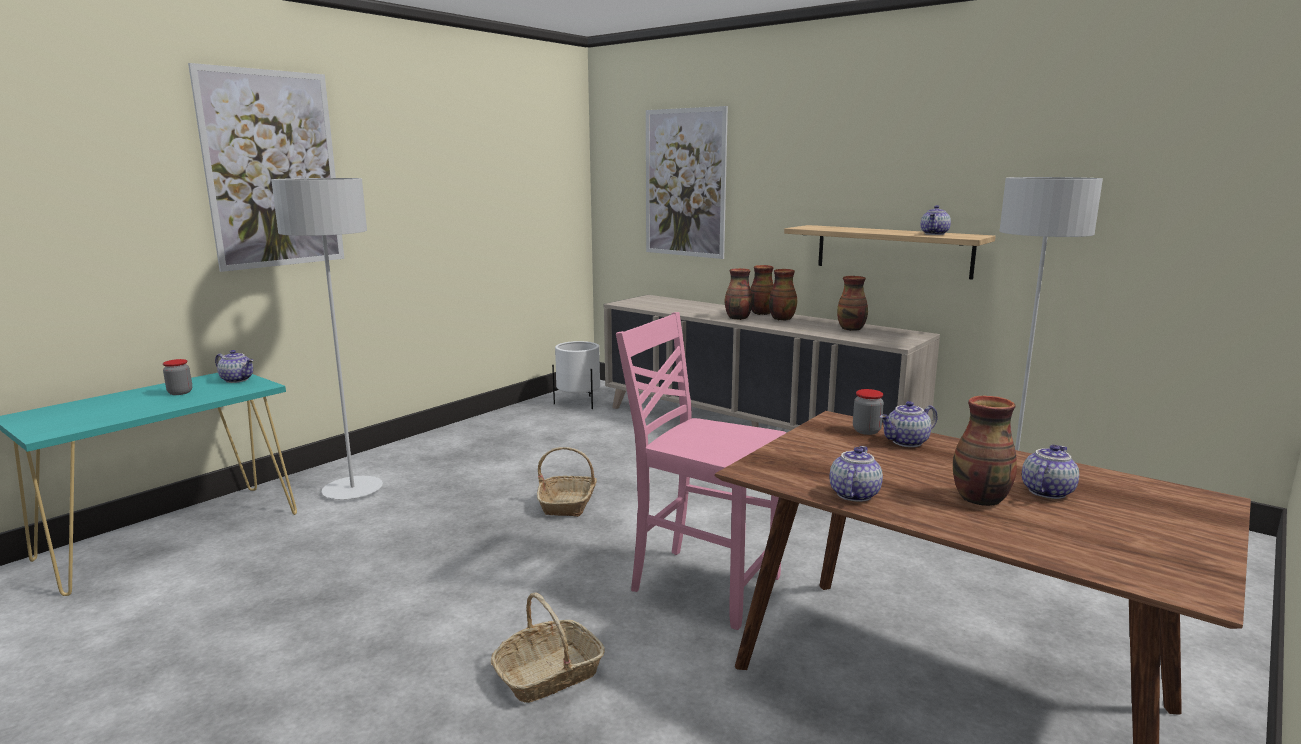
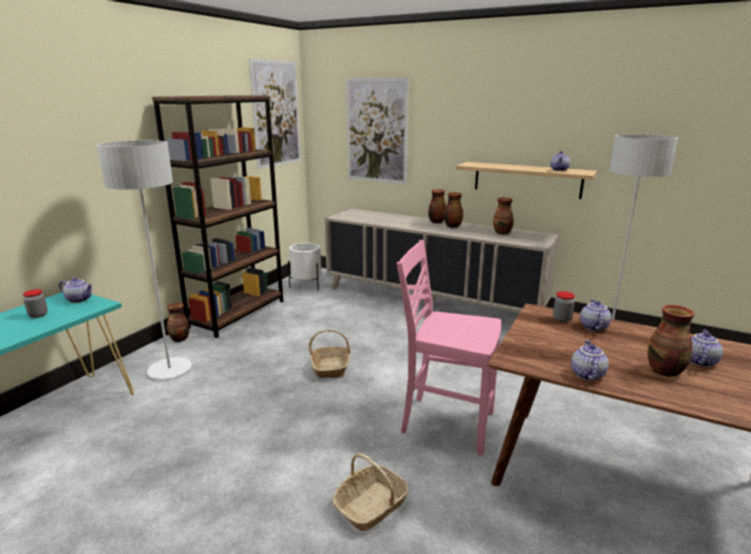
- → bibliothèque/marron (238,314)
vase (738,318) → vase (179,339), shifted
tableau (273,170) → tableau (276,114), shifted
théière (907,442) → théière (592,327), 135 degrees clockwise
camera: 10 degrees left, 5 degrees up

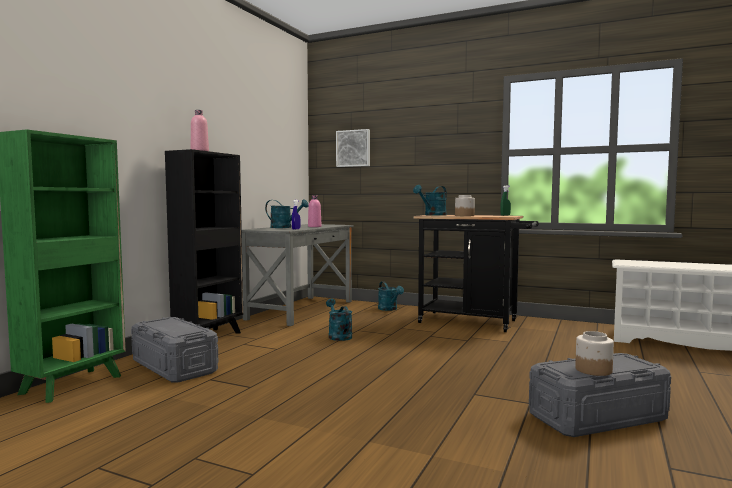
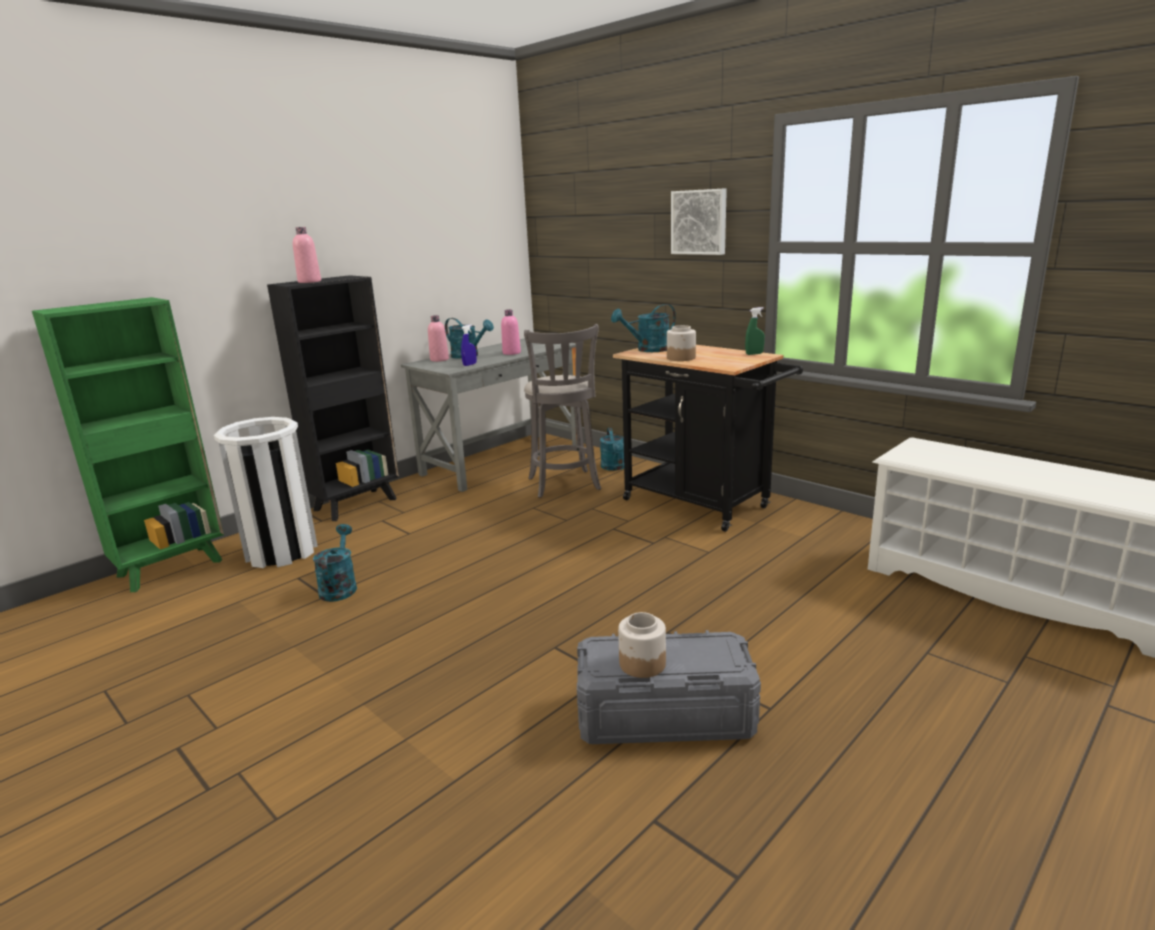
boîte de rangement/gris (174,366) → poubelle/blanc (281,551)
arrosoir/turquoise (338,336) → arrosoir/turquoise (339,587), shifted
- → bouteille/rose (439,359)
- → tabouret/gris (564,485)
tableau (353,148) → tableau (699,222), shifted
camera: 20 degrees right, 15 degrees up

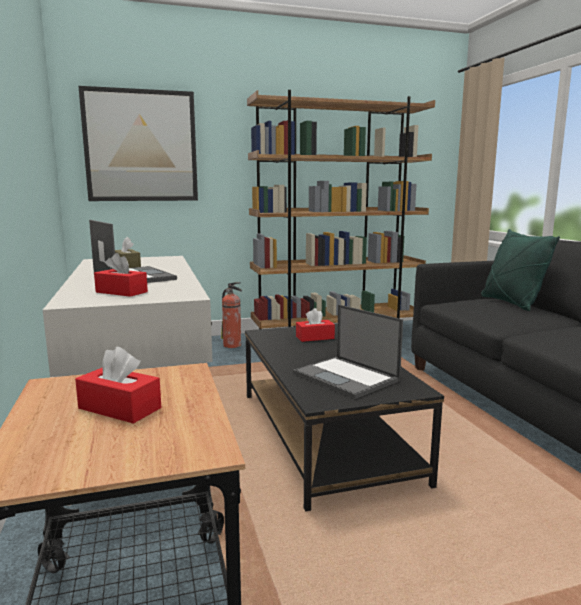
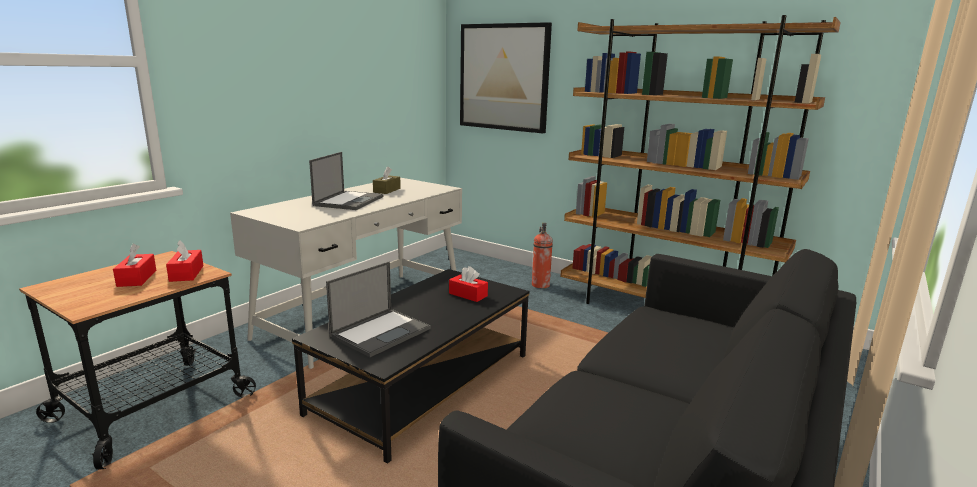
boîte à mouchoirs/rouge (121,292) → boîte à mouchoirs/rouge (186,273), shifted
ordinateur portable (347,377) → ordinateur portable (381,332), 150 degrees counterclockwise
coussin/vert (511,303) → -
camera: 50 degrees right, 5 degrees up

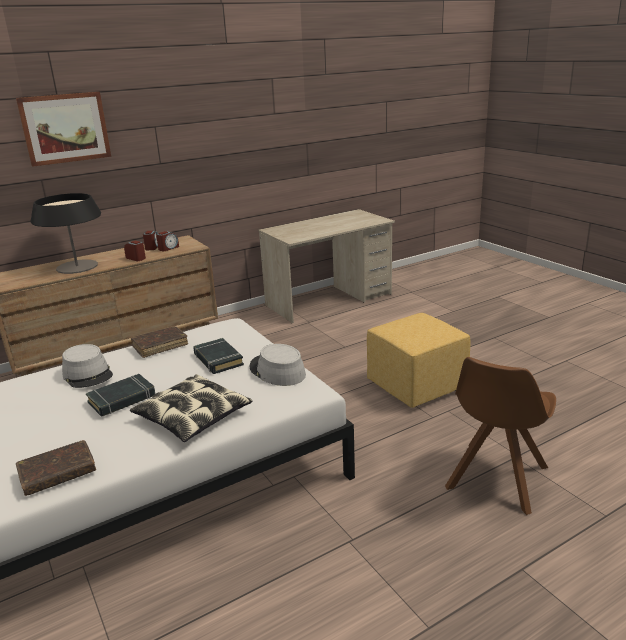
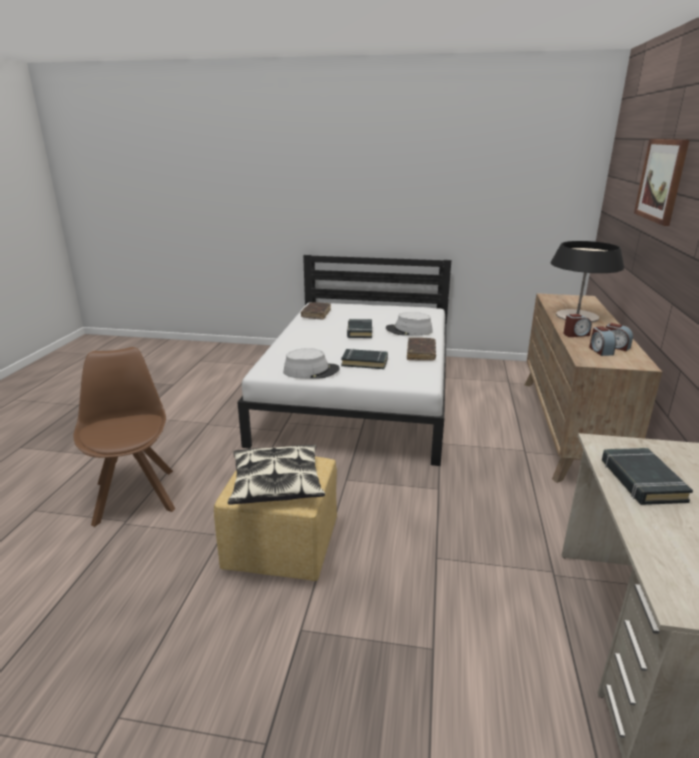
coussin (193,417) → coussin (276,484), shifted
- → livre/noir (641,480)
camera: 130 degrees right, 0 degrees up

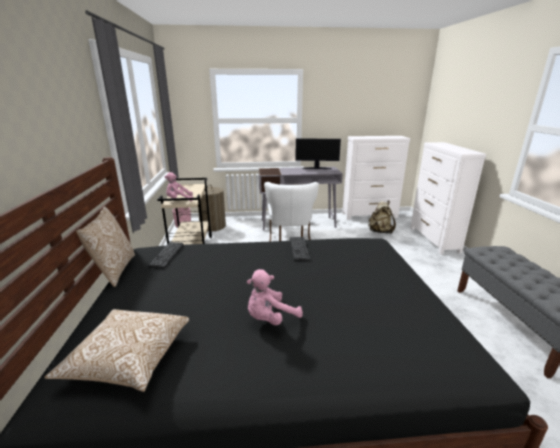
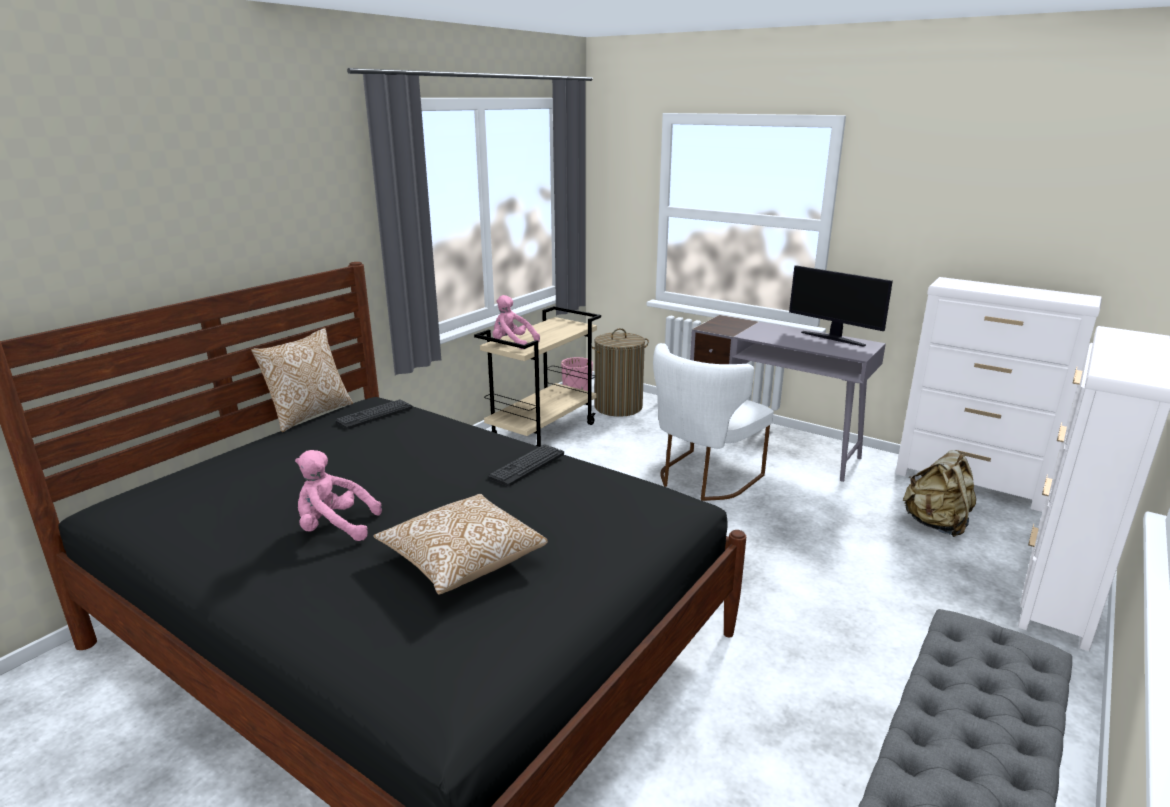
coussin (129,359) → coussin (462,560), shifted
camera: 40 degrees right, 0 degrees up

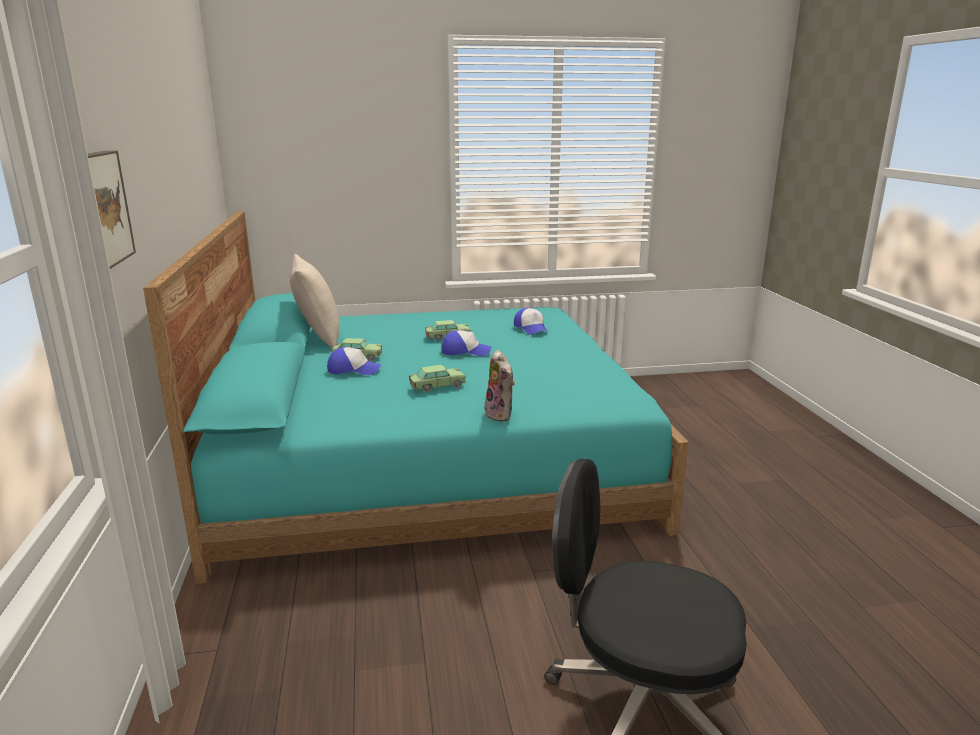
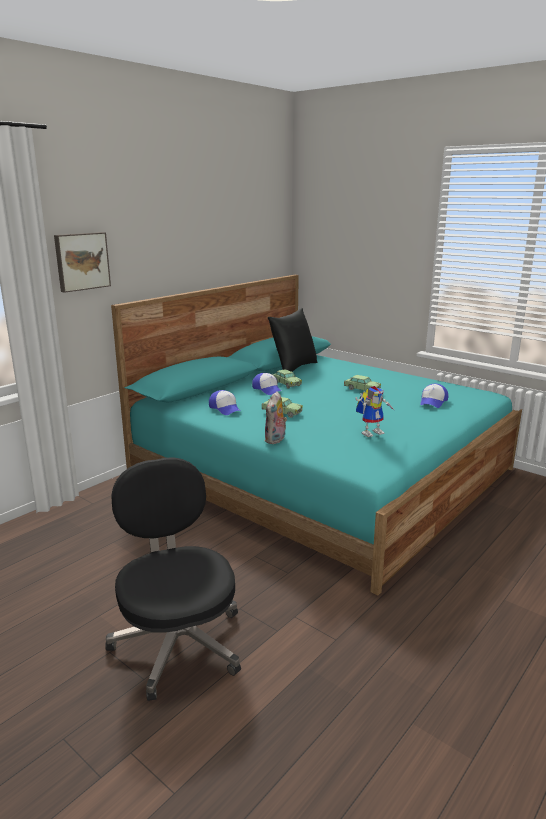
casquette (465,351) → casquette (225,409), shifted
coussin/beige (318,338) → coussin/noir (293,368)
- → robot jouet (372,432)
camera: 50 degrees right, 0 degrees up

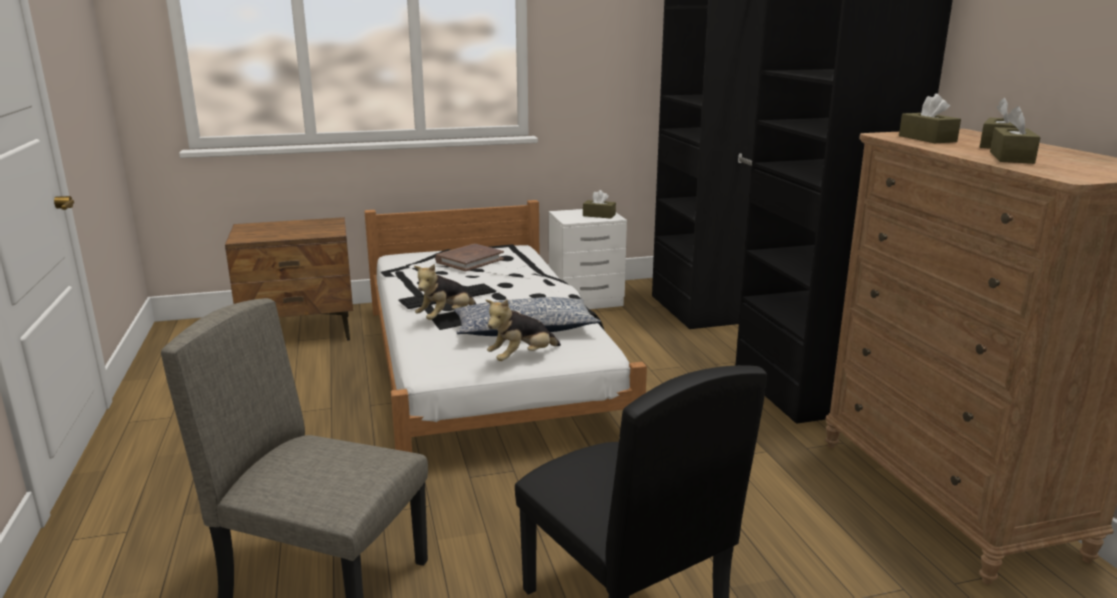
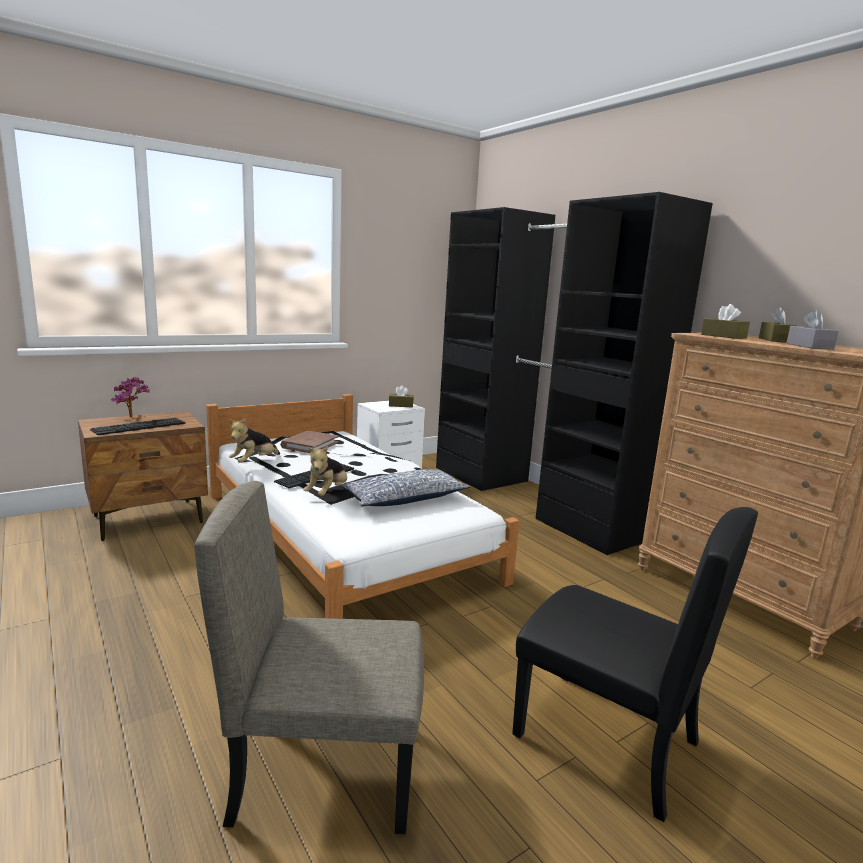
- → clavier (139,426)
- → plante en pot (133,417)
peluche (522,358) → peluche (254,462), shifted
boîte à mouchoirs/marron (1011,157) → boîte à mouchoirs/gris (809,346)
camera: 20 degrees left, 5 degrees down

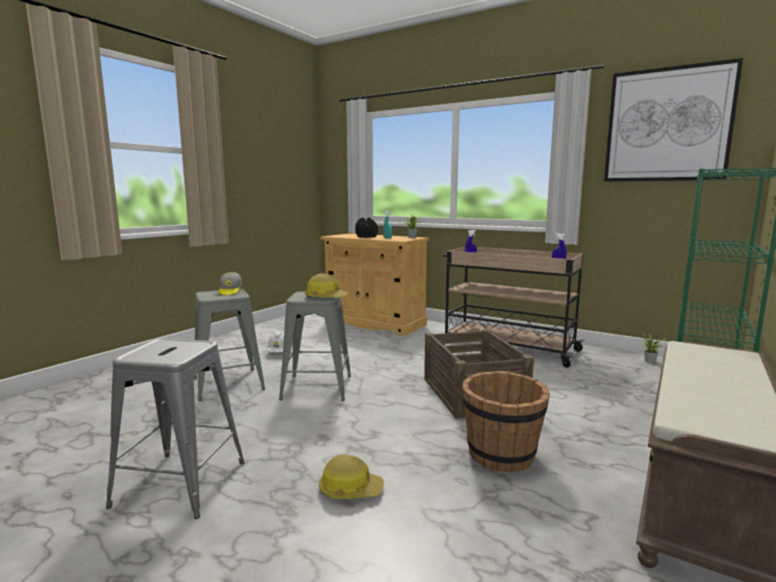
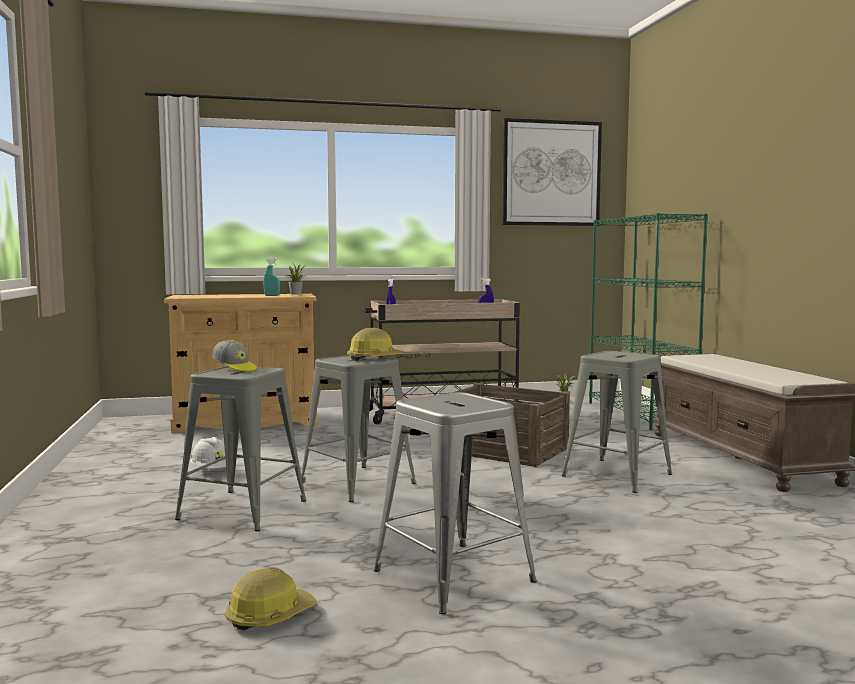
casque de chantier (350,489) → casque de chantier (269,616), shifted
seau/marron (501,455) → tabouret/gris (616,475)
haltère/noir (366,236) → -
camera: 45 degrees left, 5 degrees down

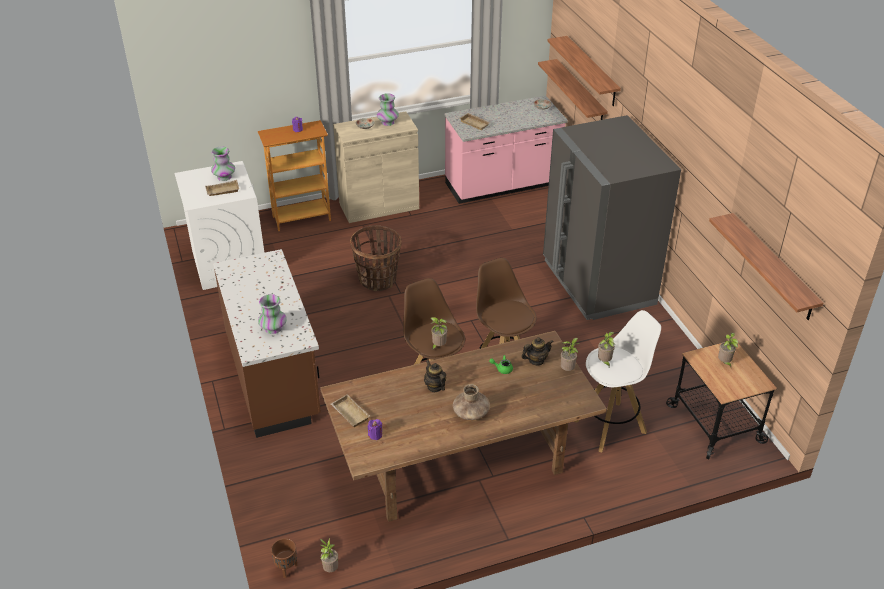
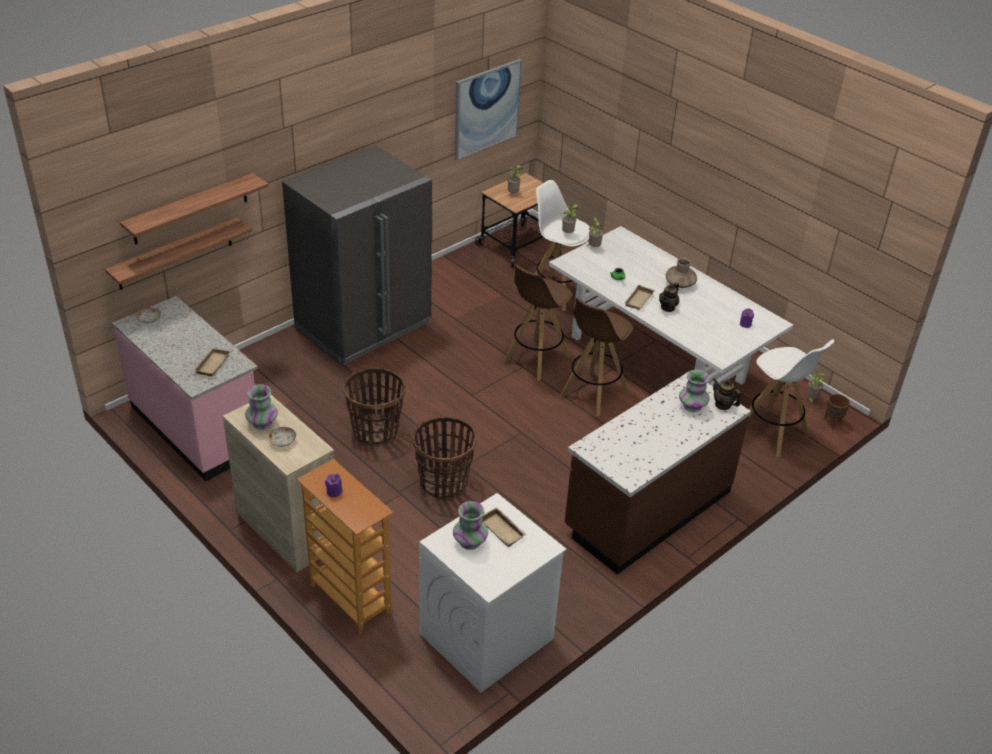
- → panier (375,431)
étagère (772,267) → tableau (486,109)
table à manger/marron (459,463) → table à manger/blanc (657,359)
plateau/beige (349,413) → plateau/beige (640,301), shifted
théière (536,360) → théière (723,405), shifted
- → tabouret/blanc (773,432)
plante en pot (438,346) → -
camera: 115 degrees left, 0 degrees up

